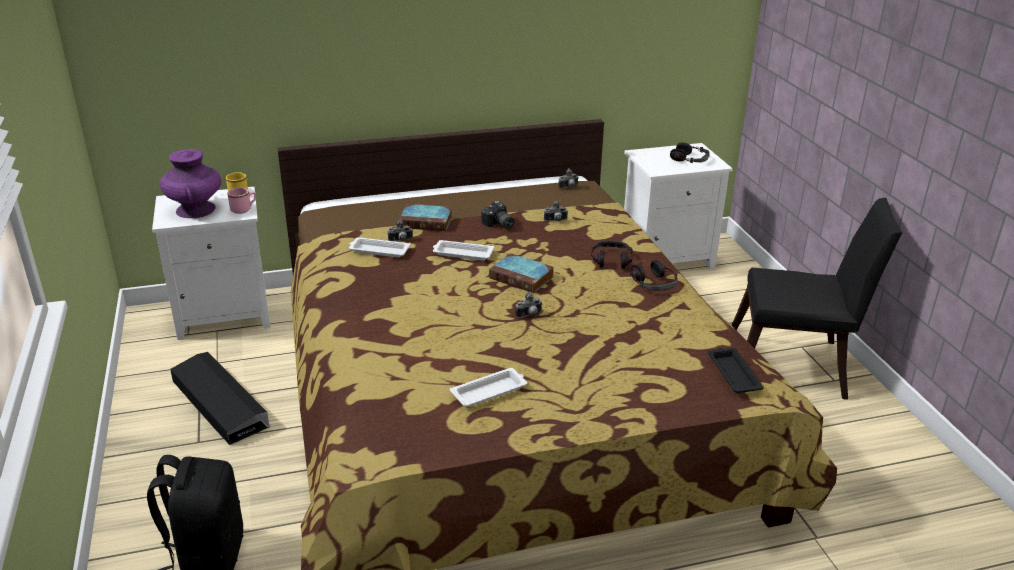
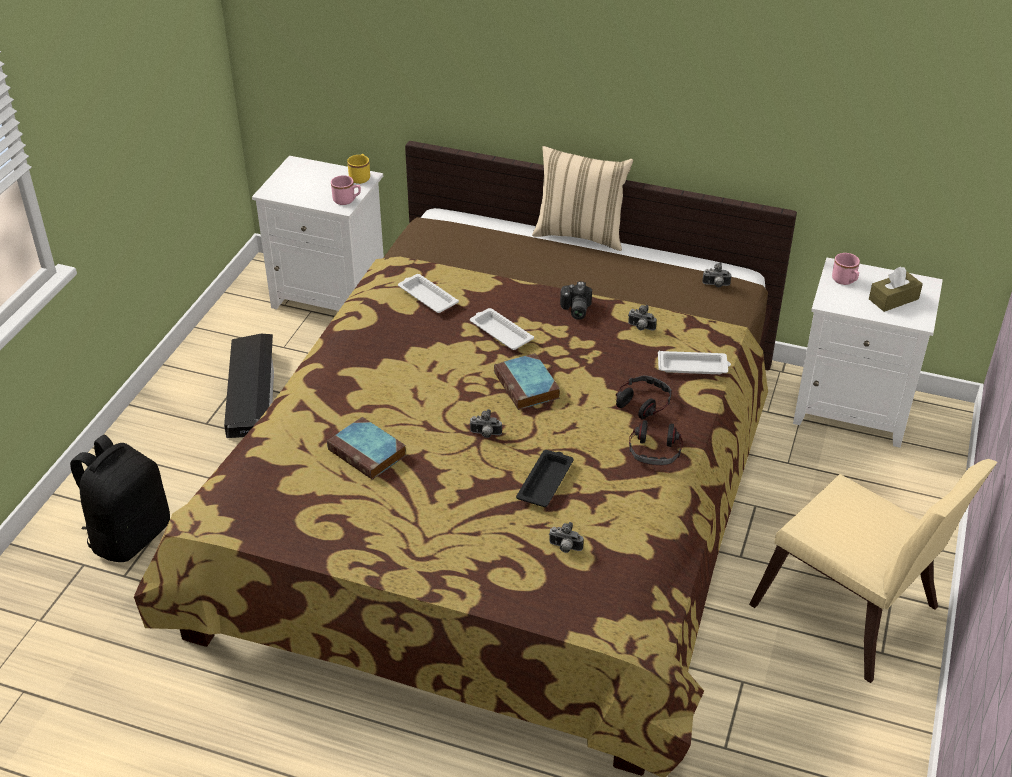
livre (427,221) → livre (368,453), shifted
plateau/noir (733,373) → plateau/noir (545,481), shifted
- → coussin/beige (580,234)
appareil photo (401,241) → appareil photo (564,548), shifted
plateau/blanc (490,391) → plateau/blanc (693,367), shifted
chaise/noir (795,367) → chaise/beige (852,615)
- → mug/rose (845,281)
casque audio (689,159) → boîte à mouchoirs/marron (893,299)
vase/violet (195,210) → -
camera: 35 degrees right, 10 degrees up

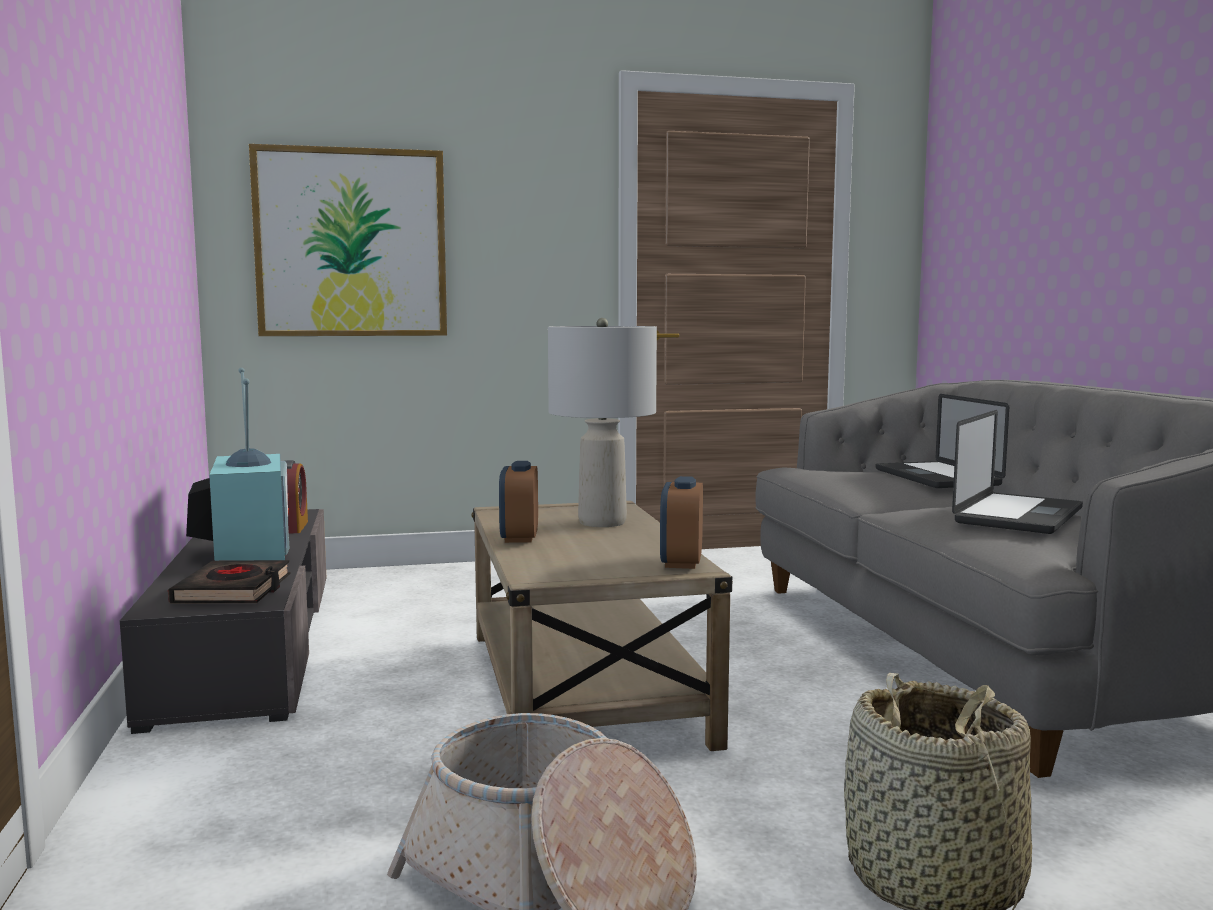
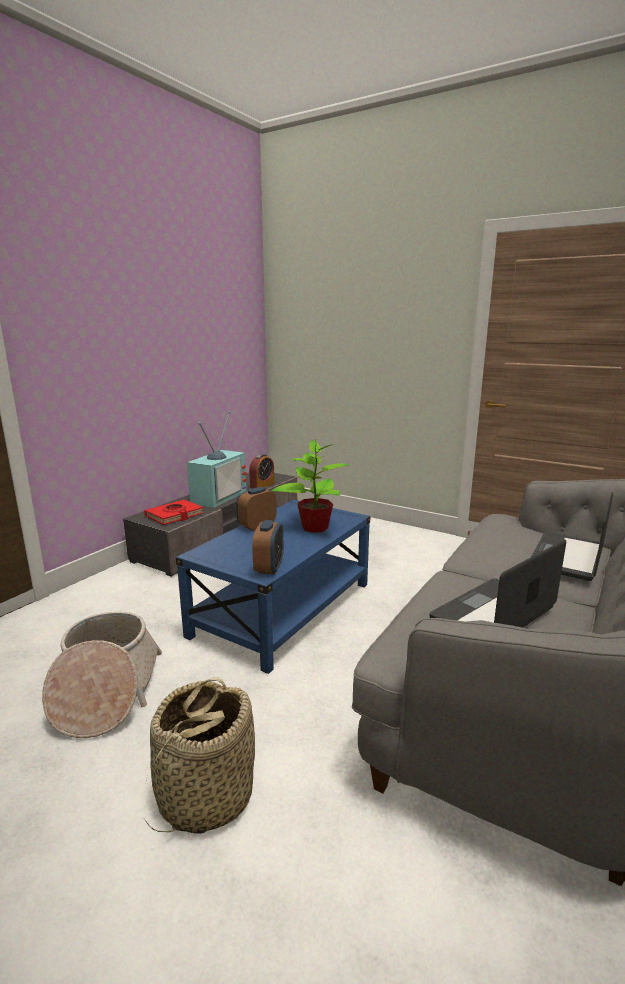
livre/noir (234,590) → livre/rouge (174,515)
table basse/beige (583,687) → table basse/bleu (283,609)
réveil (681,562) → réveil (269,568), 135 degrees clockwise
lampe de table/gris (603,522) → plante en pot (314,527)
ordinateur portable (1018,516) → ordinateur portable (493,614), 150 degrees clockwise
tableau (351,243) → -
camera: 45 degrees right, 10 degrees up

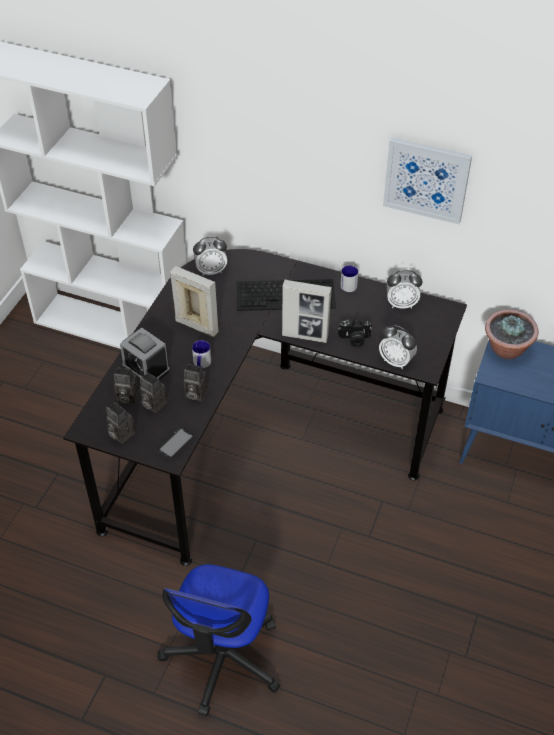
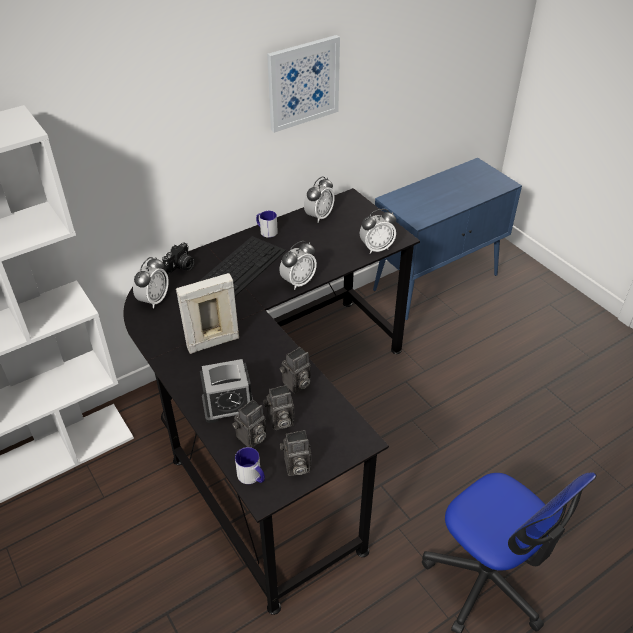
appareil photo (354,339) → appareil photo (181,267), shifted
mug (201,364) → mug (252,477), shifted
cadre photo (305,336) → réveil (298,282)
téléphone (174,443) → -
plante en pot (506,350) → -
camera: 55 degrees left, 5 degrees down

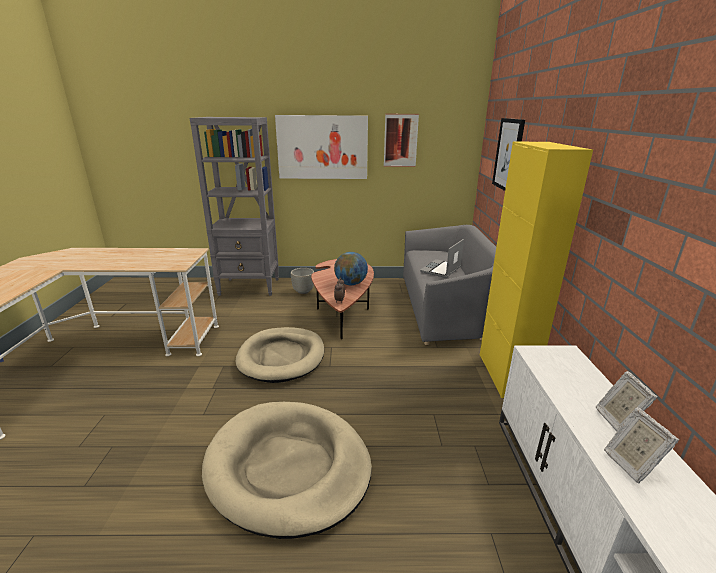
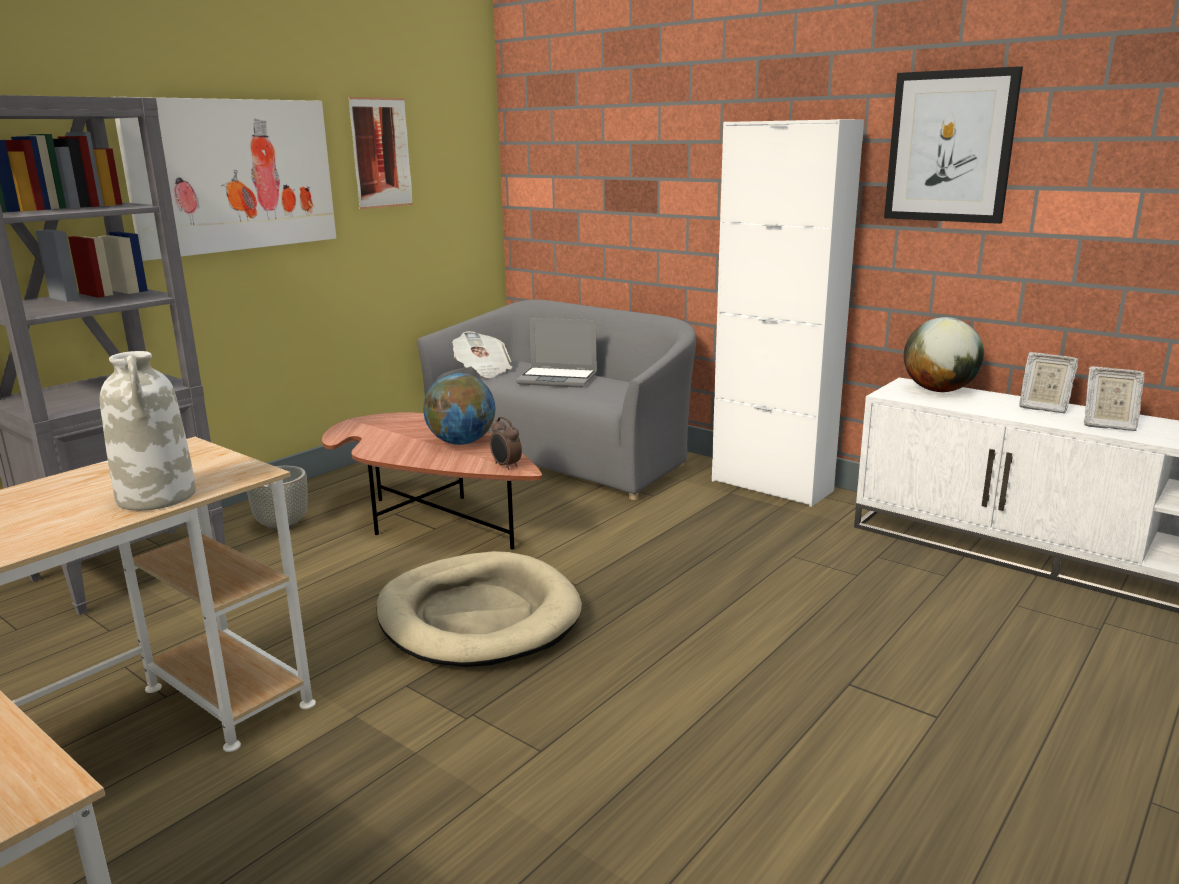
- → vase/blanc (157,497)
- → journal (483,370)
ordinateur portable (441,270) → ordinateur portable (558,379), 60 degrees counterclockwise
meuble de rangement/jaune (504,375) → meuble de rangement/blanc (771,486)
tableau (508,154) → tableau (950,147), shifted
- → globe (939,390)
panier pour chien/beige (288,467) → -
camera: 50 degrees left, 5 degrees down

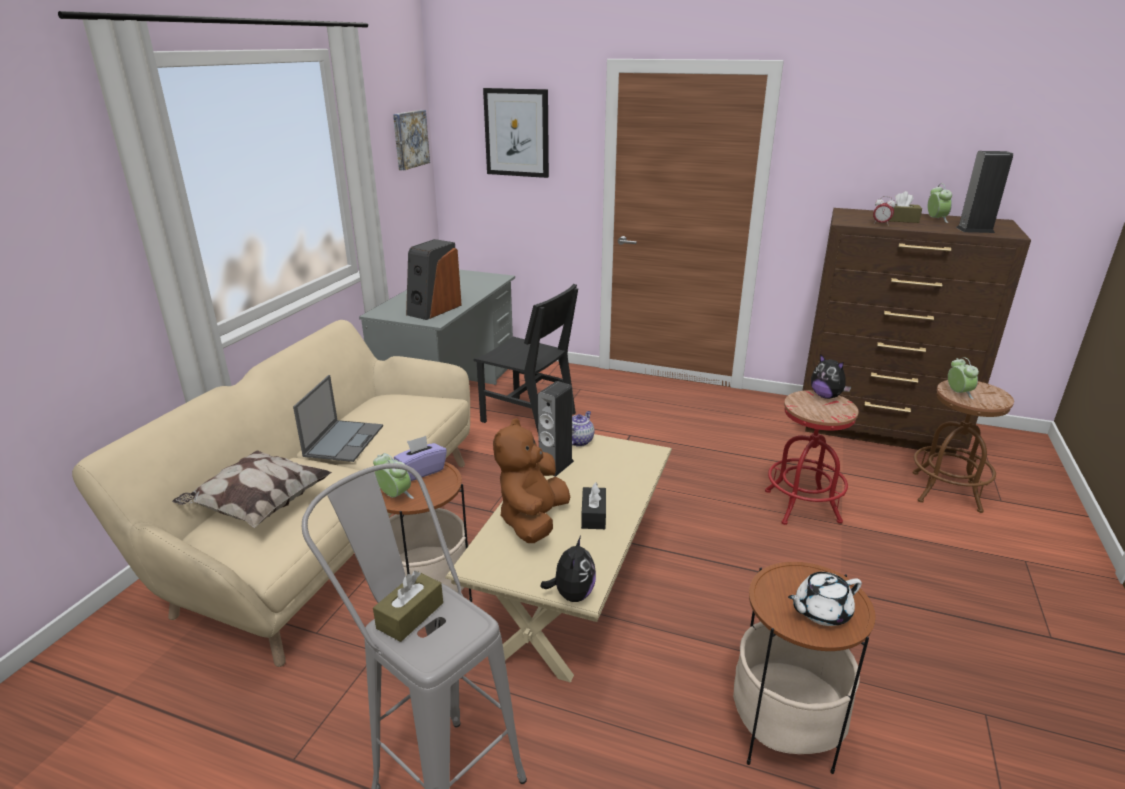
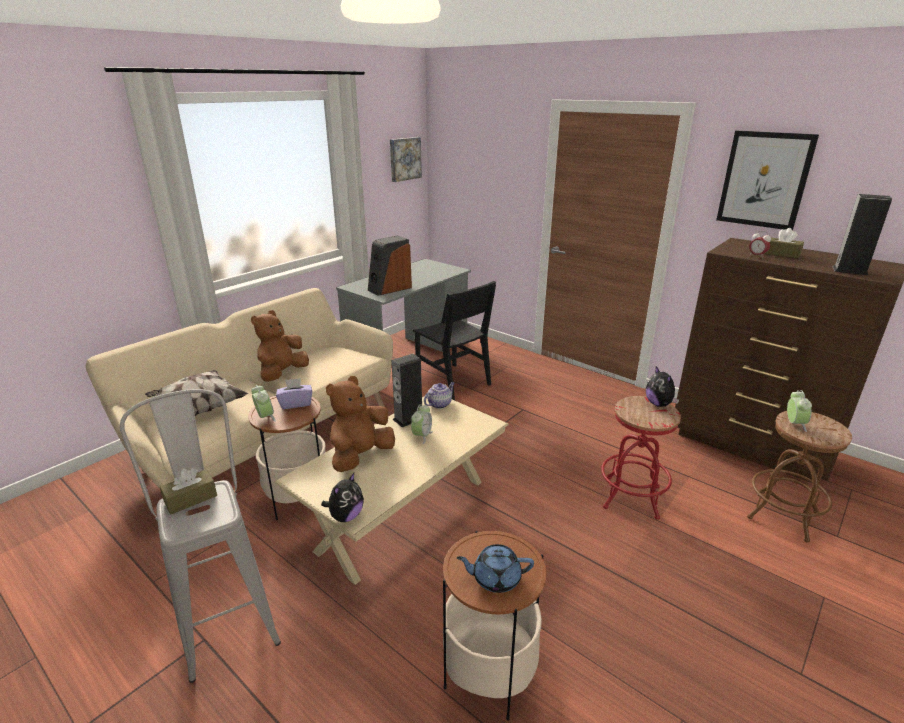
ordinateur portable (344,440) → peluche/marron (282,374)
réveil (935,220) → réveil (422,436), shifted
théière/blanc (821,612) → théière/bleu (495,578)
tableau (517,133) → tableau (764,180), shifted
boîte à mouchoirs/noir (593,515) → -
camera: 20 degrees right, 0 degrees up

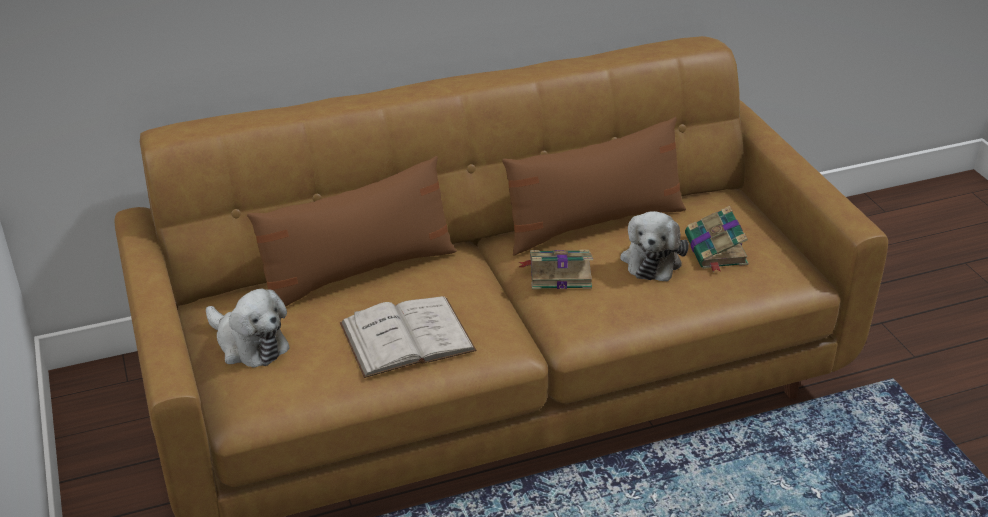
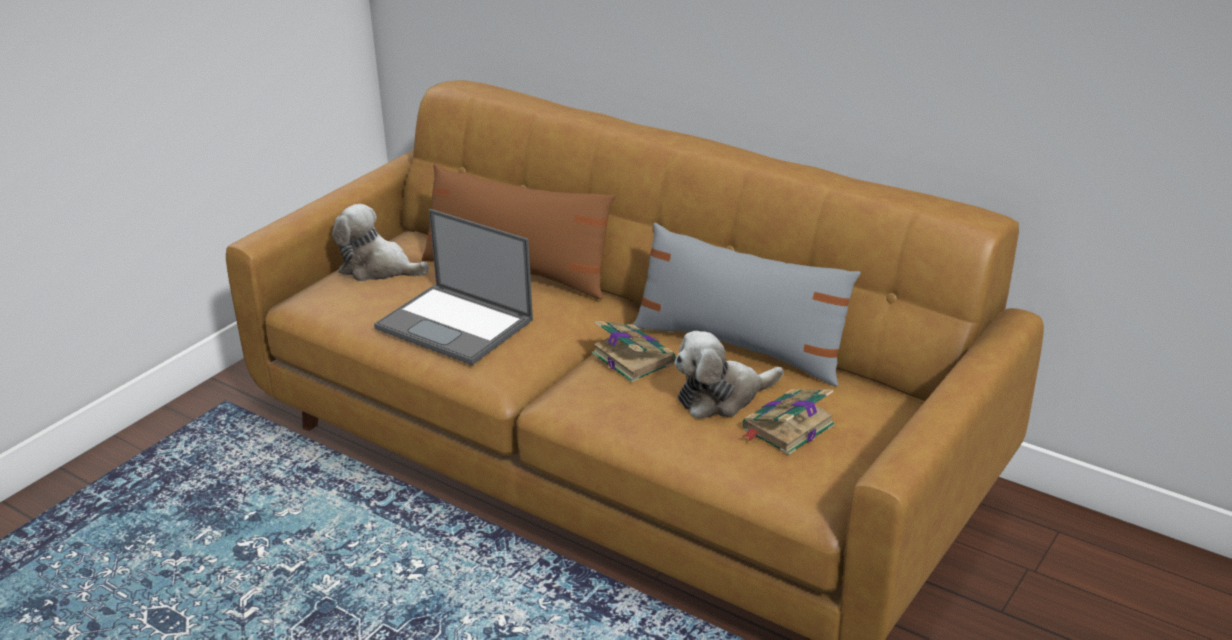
peluche (249,344) → peluche (378,268), 105 degrees clockwise
livre/blanc (407,336) → ordinateur portable (456,324)
coussin/marron (593,223) → coussin/gris (740,347)
camera: 55 degrees right, 5 degrees down

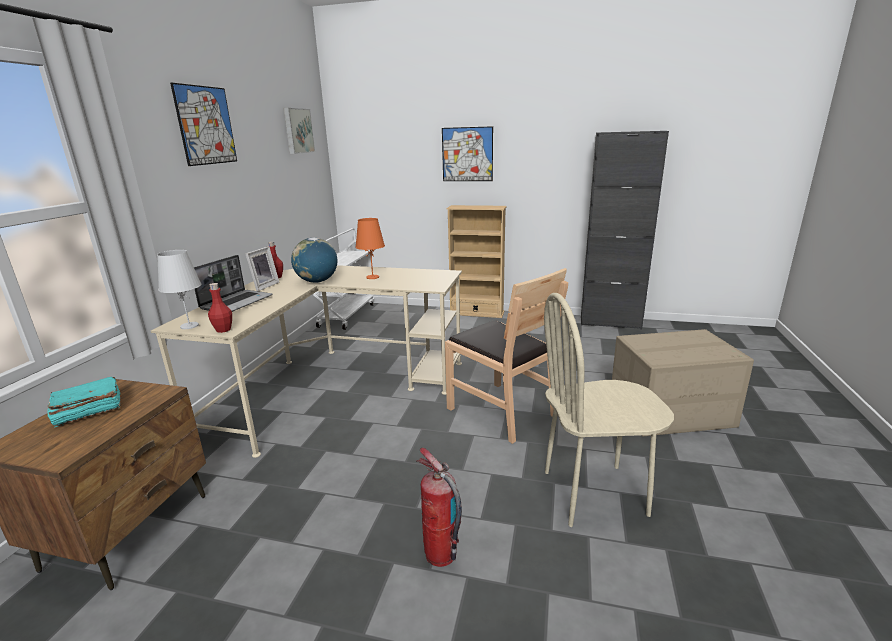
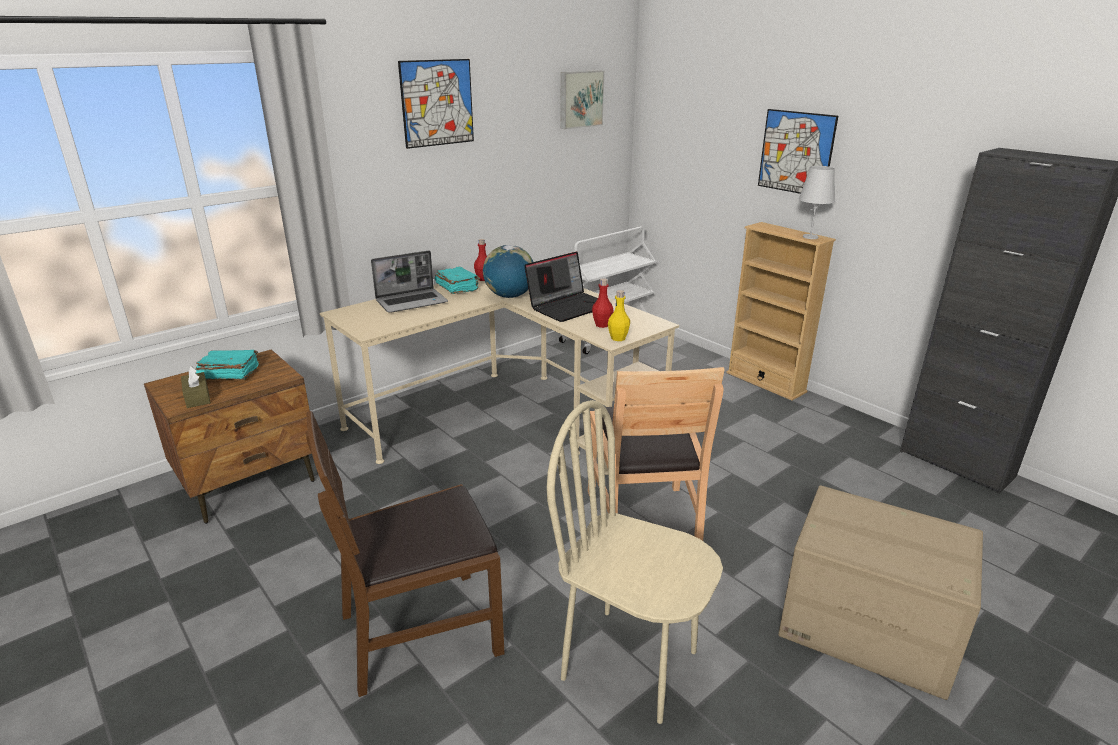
- → boîte à mouchoirs/marron (197,397)
extincteur (440,555) → chaise/marron (421,630)
cadre photo (263,286) → livre/turquoise (457,288)
lampe de table/orange (373,277) → ordinateur portable (569,306)
bouteille/rouge (223,330) → bouteille/rouge (602,325), shifted
- → bouteille/jaune (618,338)
lampe de table/blanc (190,326) → lampe de table/blanc (810,237), shifted
camera: 35 degrees right, 5 degrees up

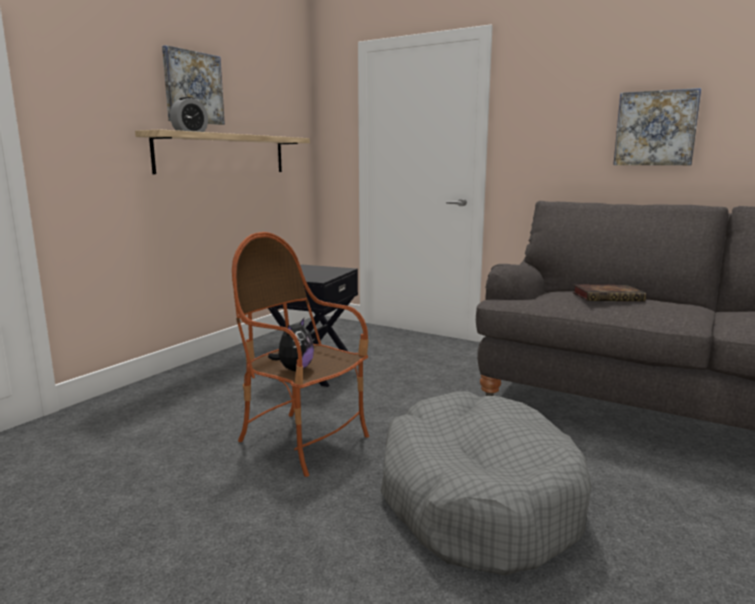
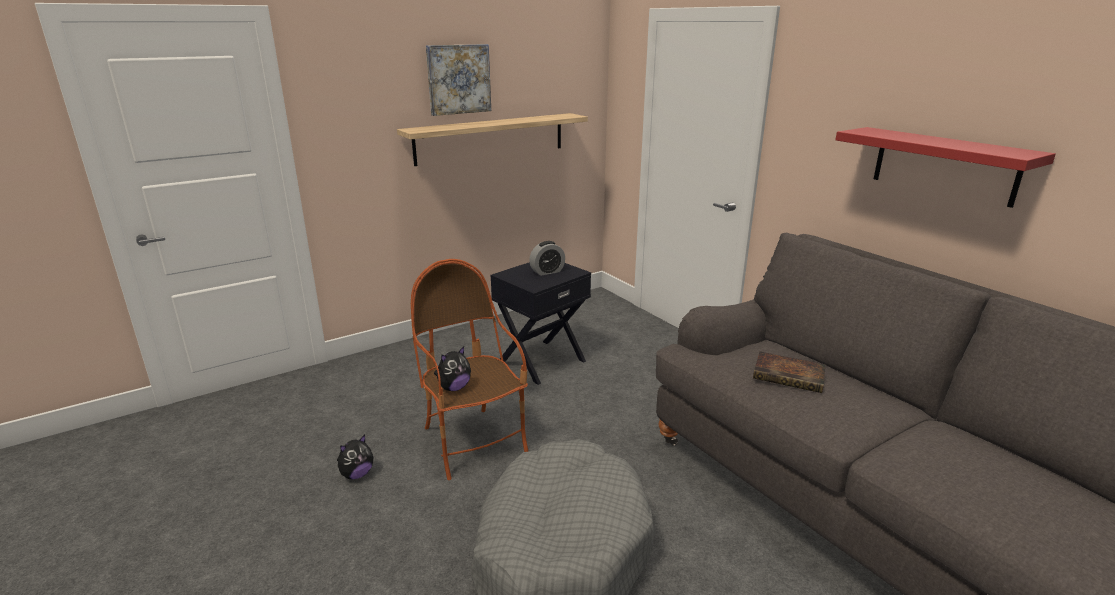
- → peluche (357,474)
réveil (190,132) → réveil (547,271), shifted
tableau (655,128) → étagère/rouge (944,165)
camera: 25 degrees right, 10 degrees up

